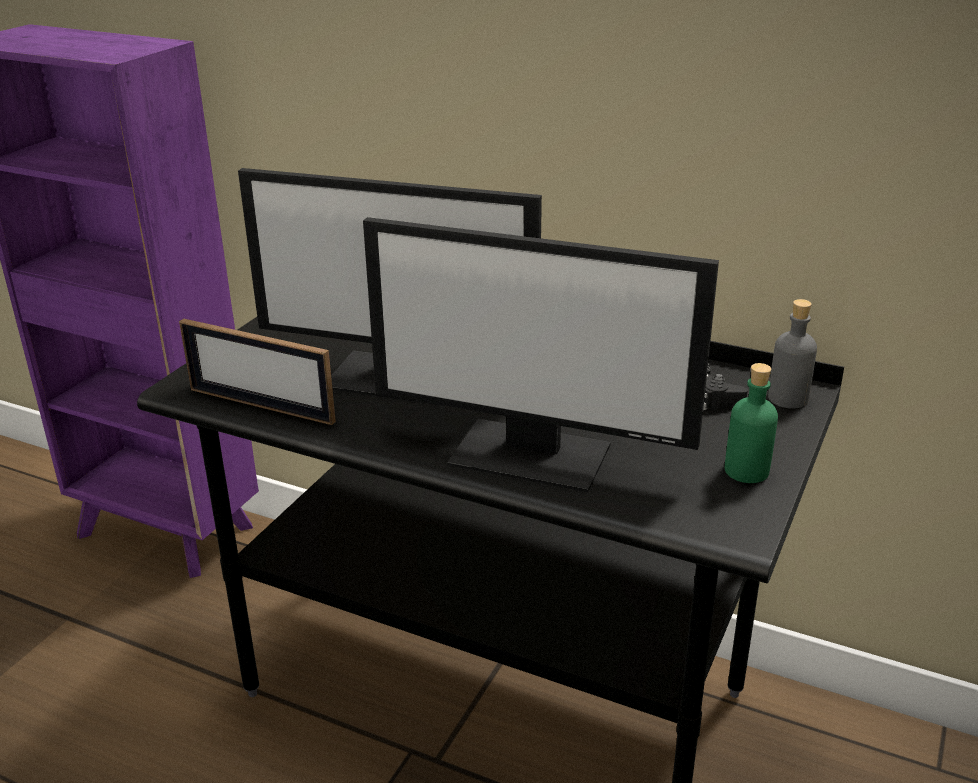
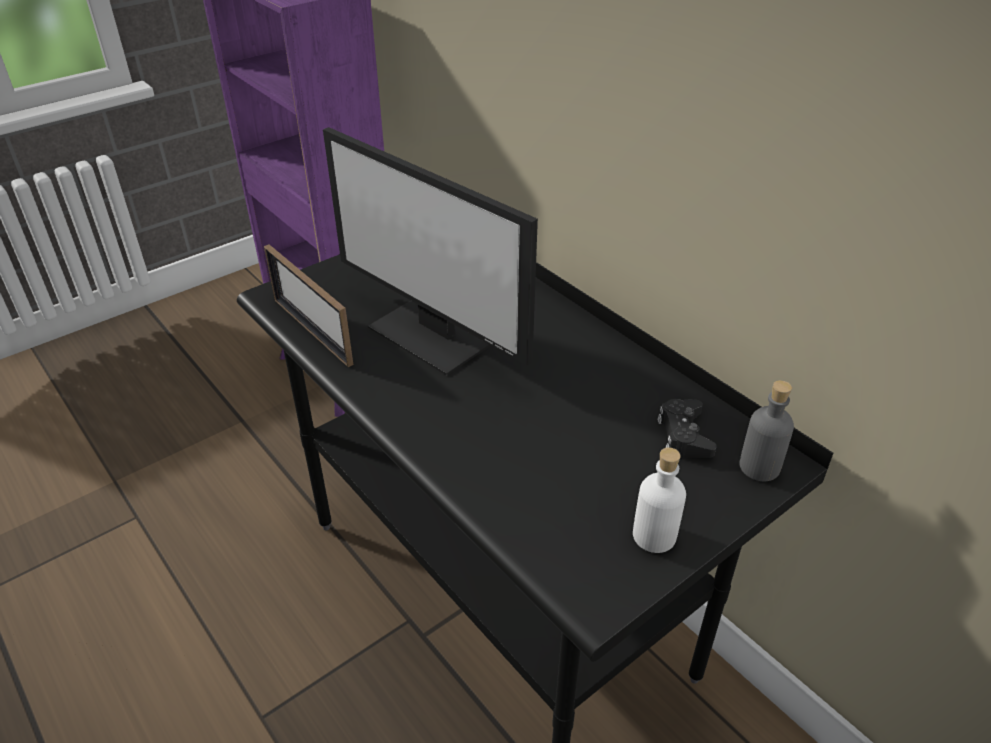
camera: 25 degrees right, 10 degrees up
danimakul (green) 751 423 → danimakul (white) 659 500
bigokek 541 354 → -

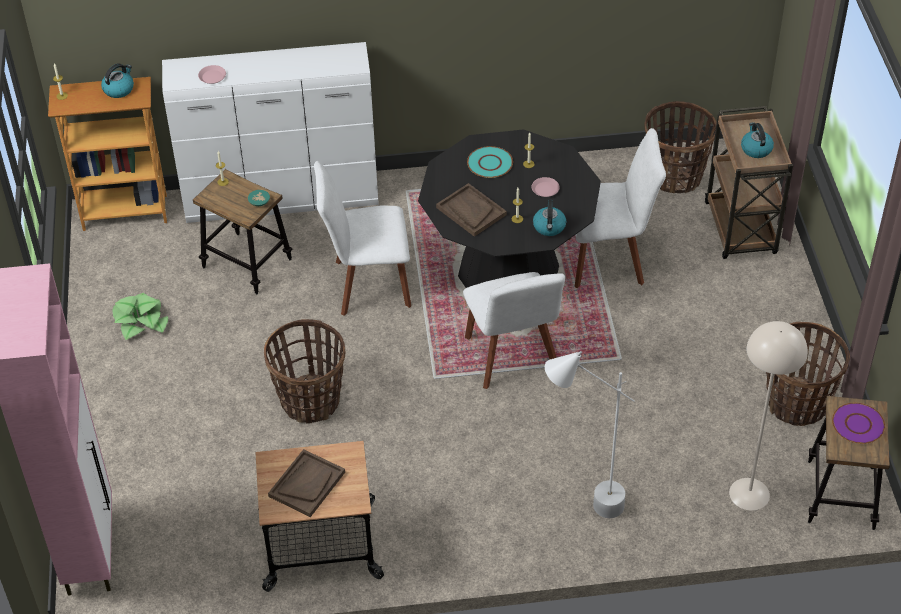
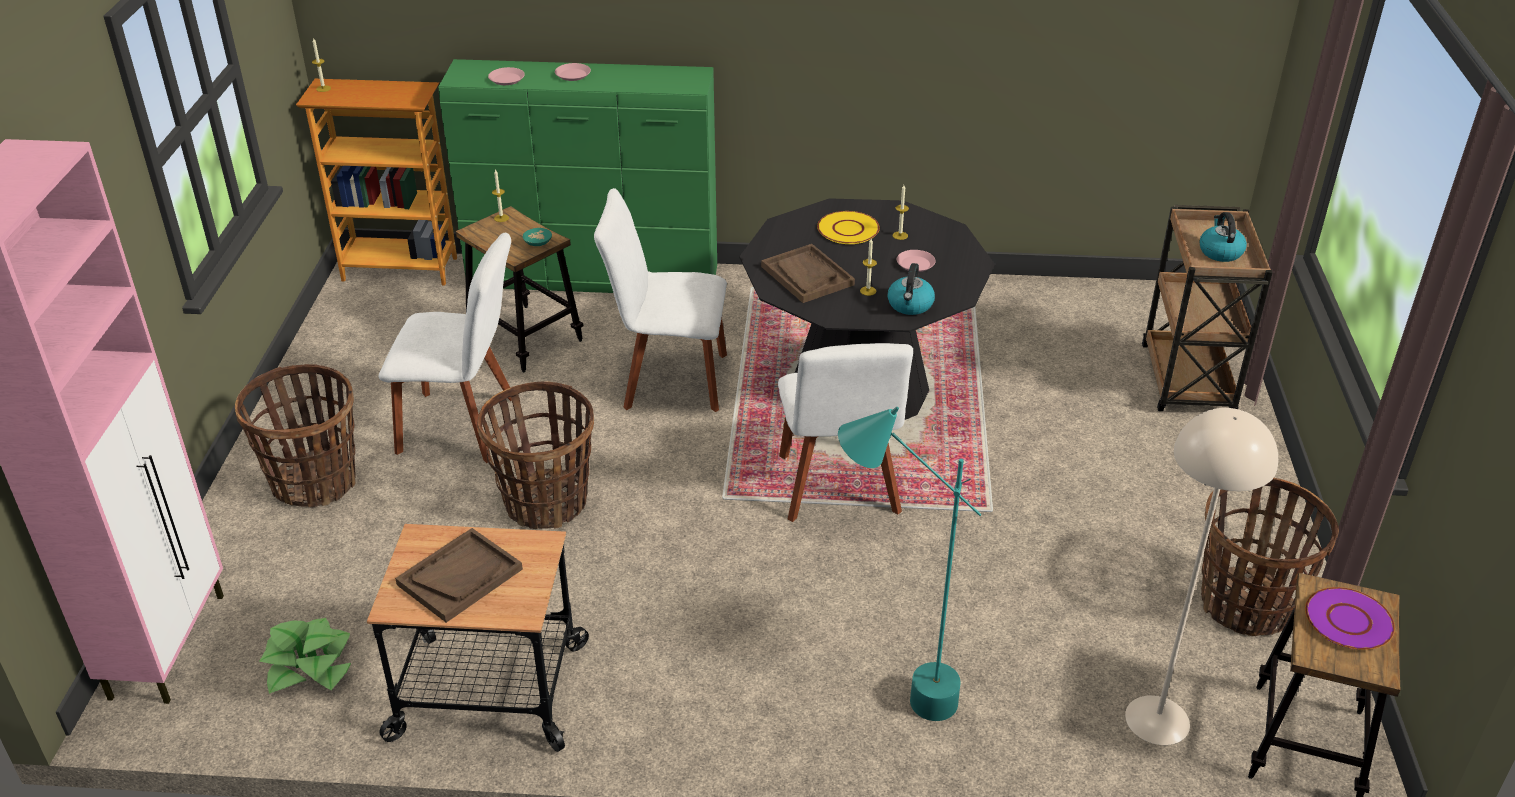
camera: 10 degrees right, 10 degrees down
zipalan 680 147 → zipalan 295 436, shifted
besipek 140 316 → besipek 305 656, shifted
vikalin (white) 617 208 → vikalin (white) 445 348, shifted
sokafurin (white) 270 132 → sokafurin (green) 577 176
- → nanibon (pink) 573 72
nanibon (turquoise) 490 162 → nanibon (yellow) 848 227
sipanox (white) 590 434 → sipanox (turquoise) 910 564
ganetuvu 117 80 → -

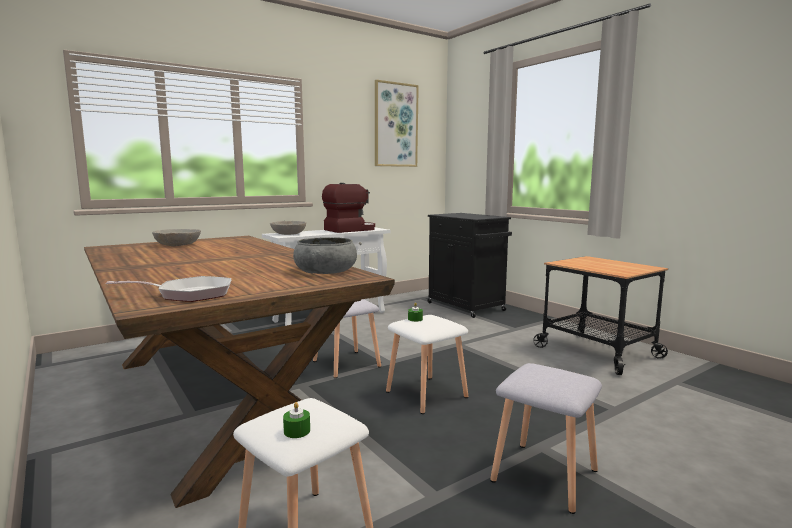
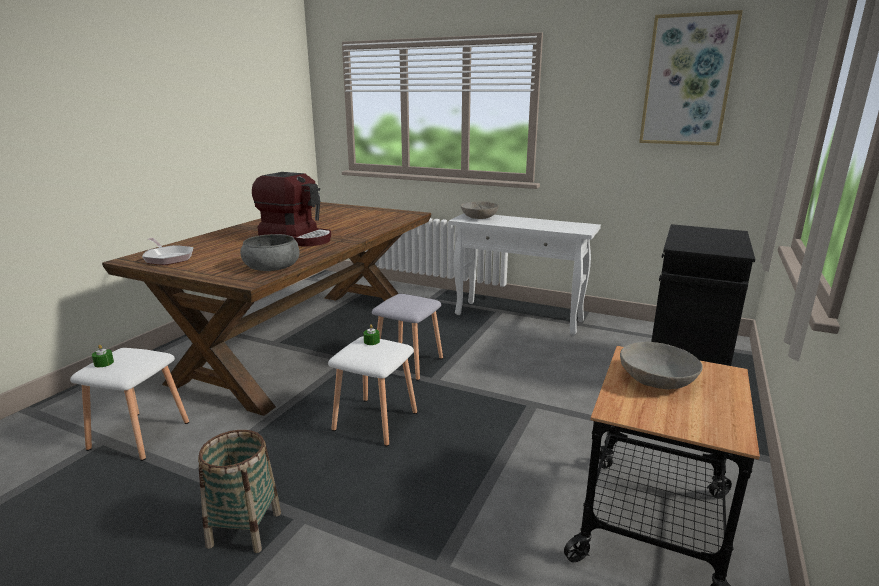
camera: 60 degrees right, 10 degrees up
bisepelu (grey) 546 438 → zipalan 239 491
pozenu 348 208 → pozenu 291 209, shifted
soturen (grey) 176 237 → soturen (grey) 661 365, shifted

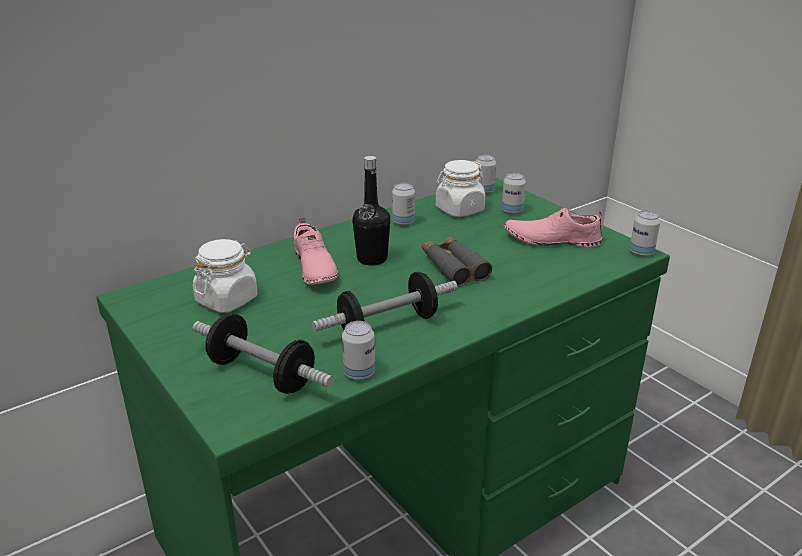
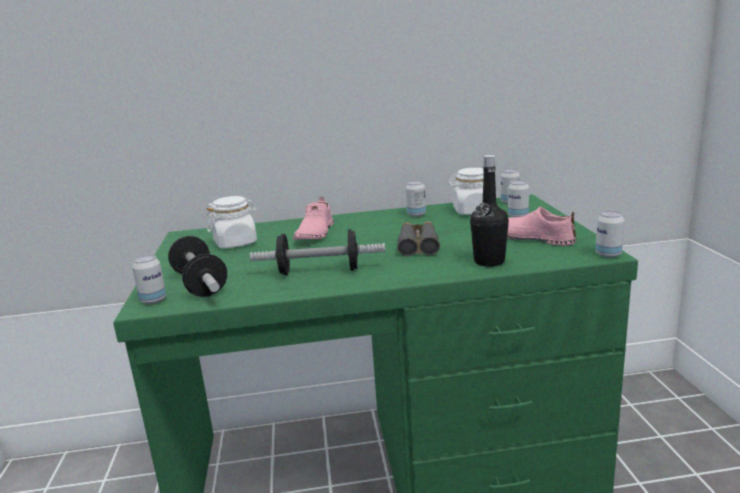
camera: 30 degrees right, 10 degrees down
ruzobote 358 350 → ruzobote 149 279, shifted
danimakul (black) 371 211 → danimakul (black) 489 211, shifted

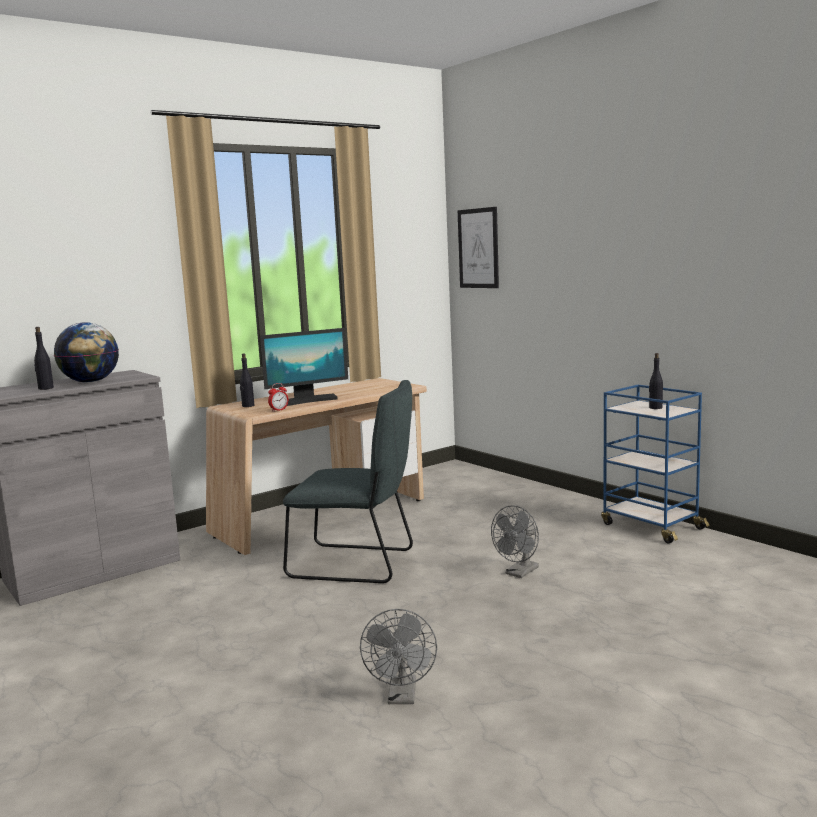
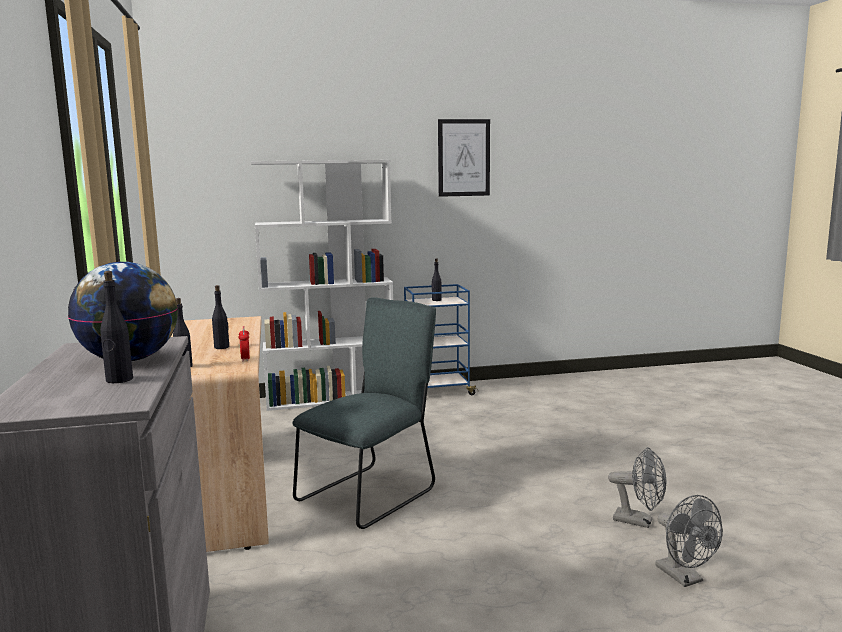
camera: 65 degrees left, 0 degrees up
bigokek 304 367 → danimakul (black) 220 317
- → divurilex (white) 322 285
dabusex 478 247 → dabusex 464 158, shifted
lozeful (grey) 515 541 → lozeful (grey) 689 541, shifted

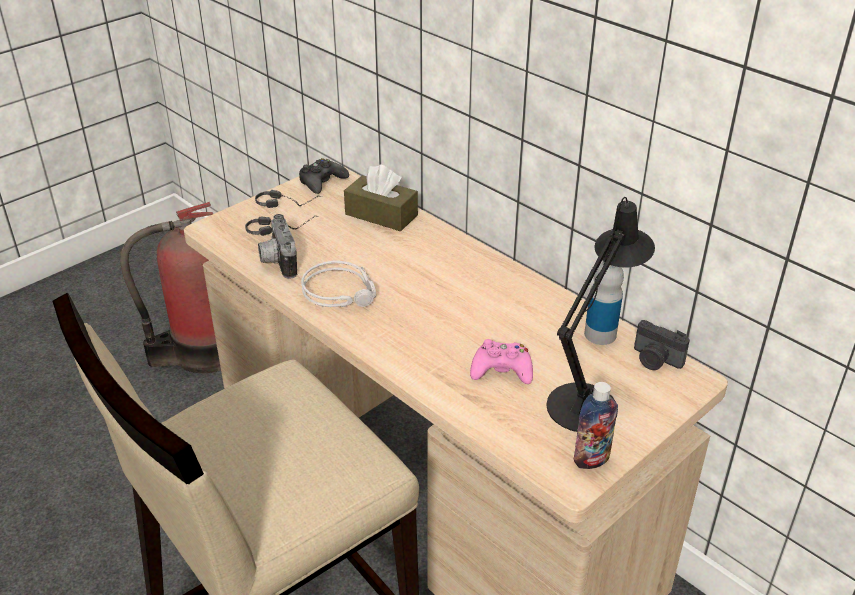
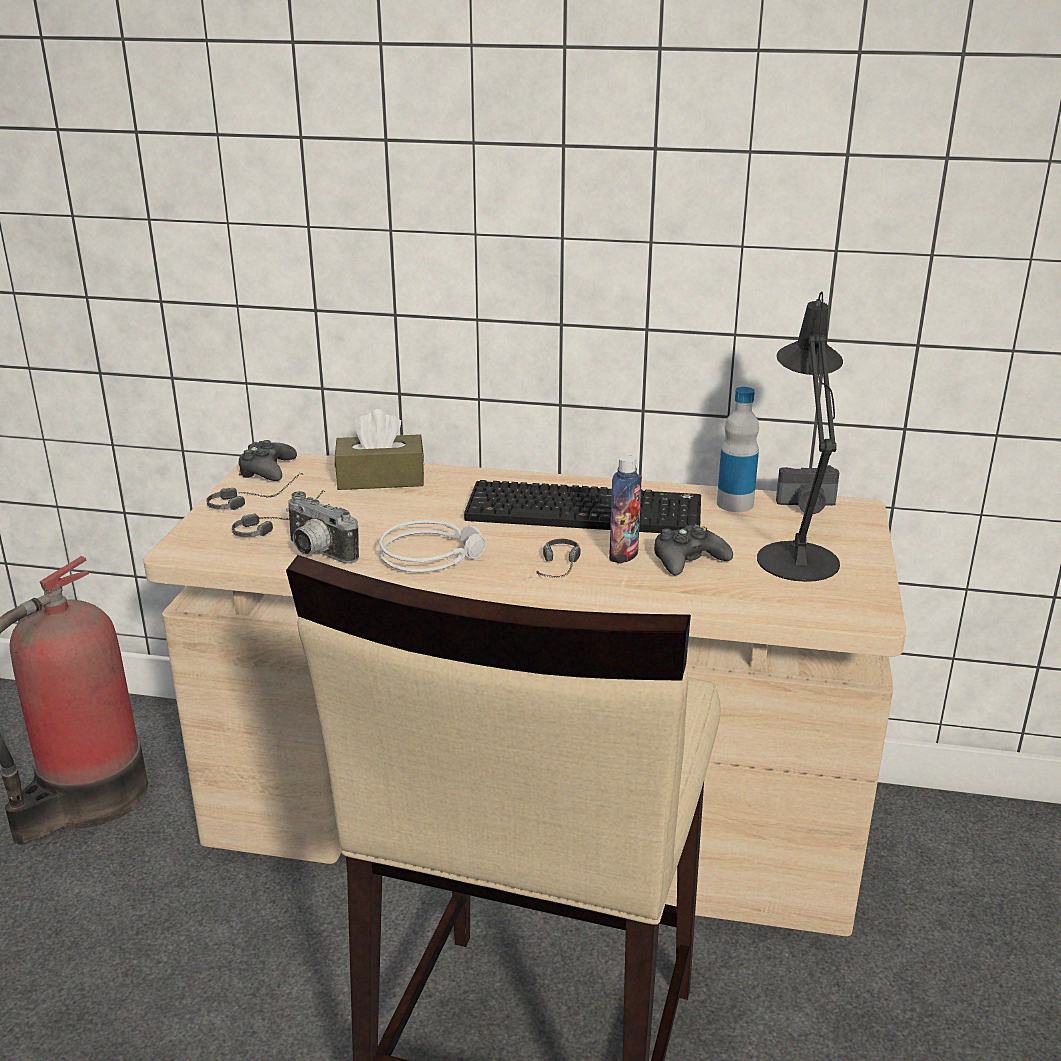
camera: 35 degrees left, 10 degrees down
- → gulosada 582 506
- → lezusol 558 558
danimakul 596 425 → danimakul 625 509, shifted
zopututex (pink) 501 361 → zopututex (black) 693 550

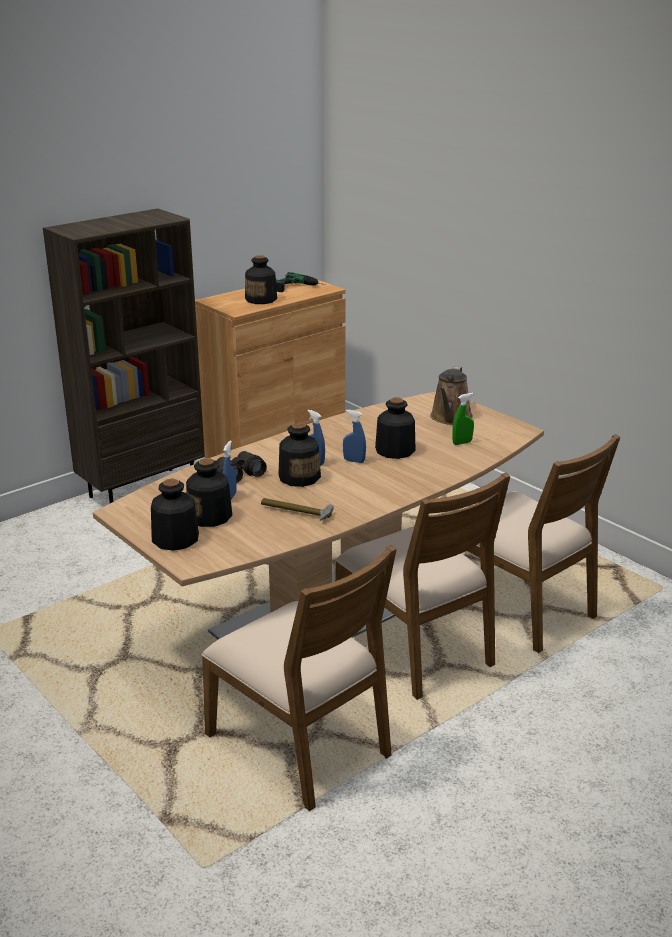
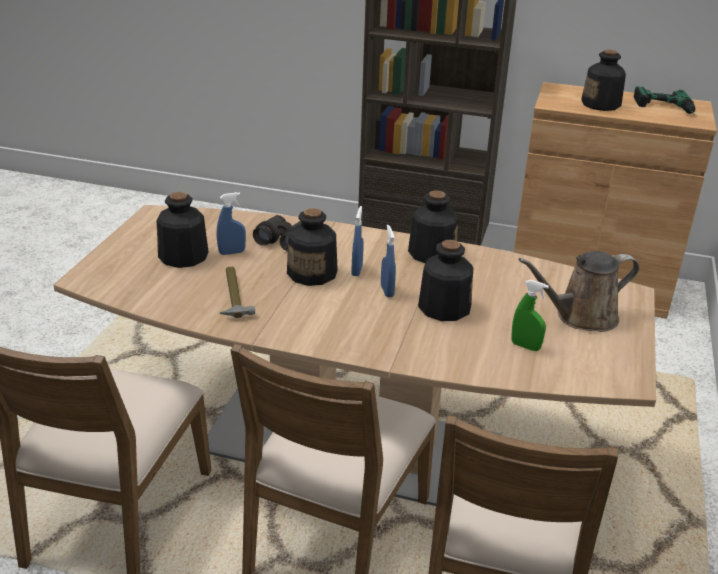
camera: 55 degrees right, 5 degrees up
danimakul 175 515 → danimakul 433 227, shifted

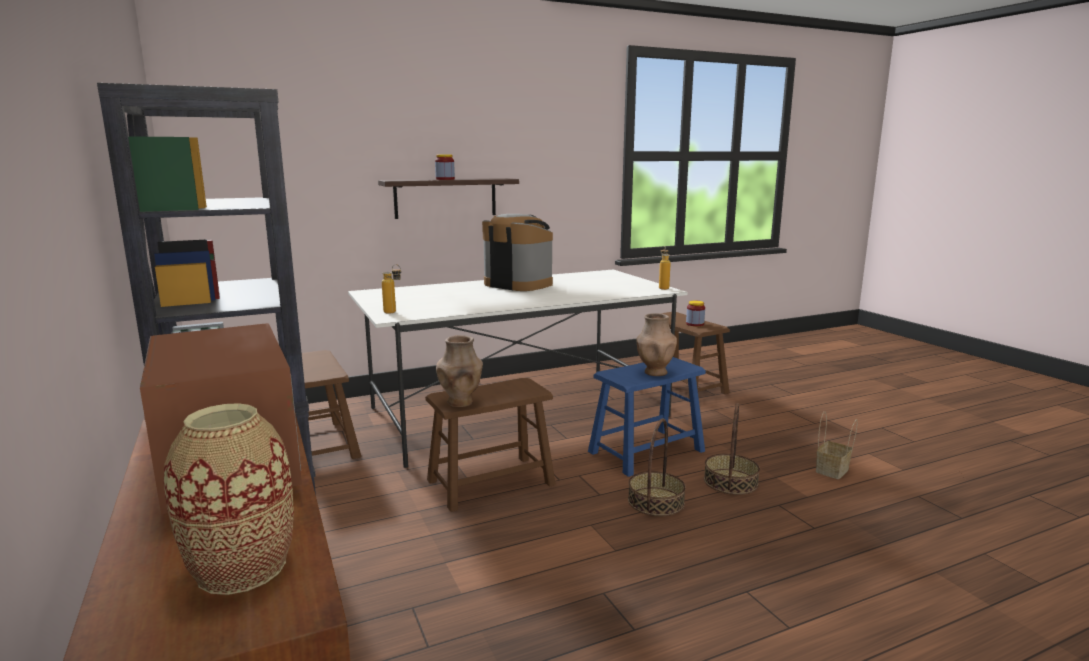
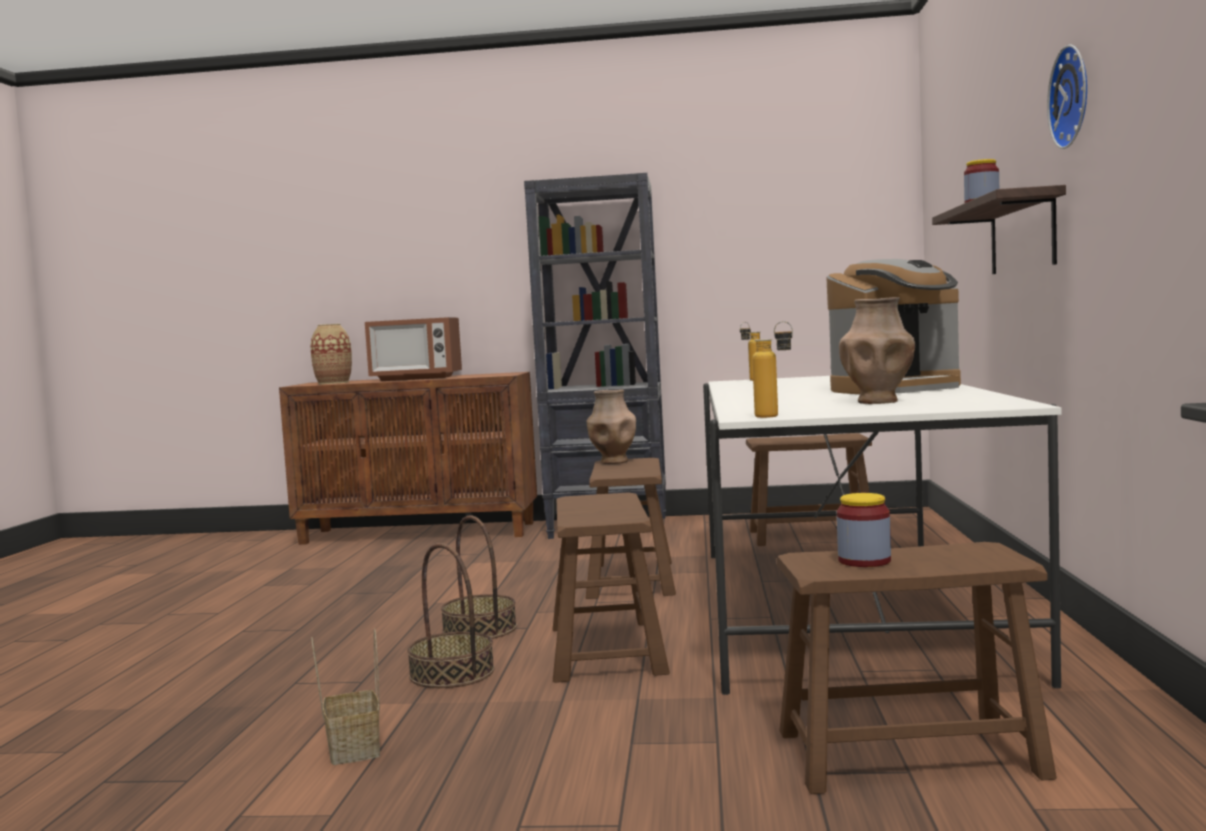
camera: 120 degrees right, 10 degrees down
bisepelu (blue) 647 417 → bisepelu (brown) 611 587
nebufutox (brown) 656 344 → nebufutox (brown) 877 350, shifted
- → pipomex 1067 96

